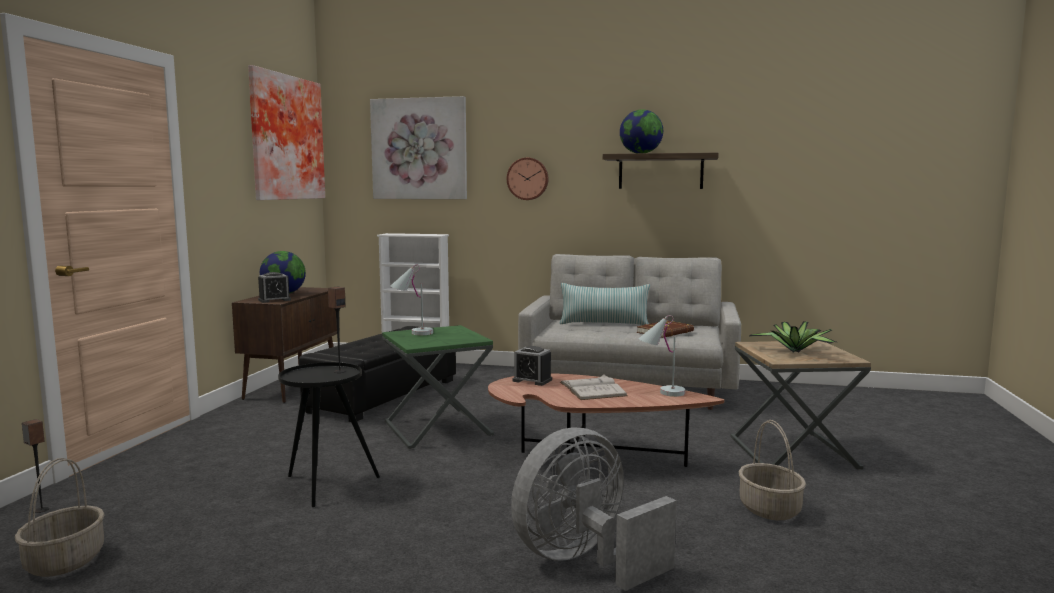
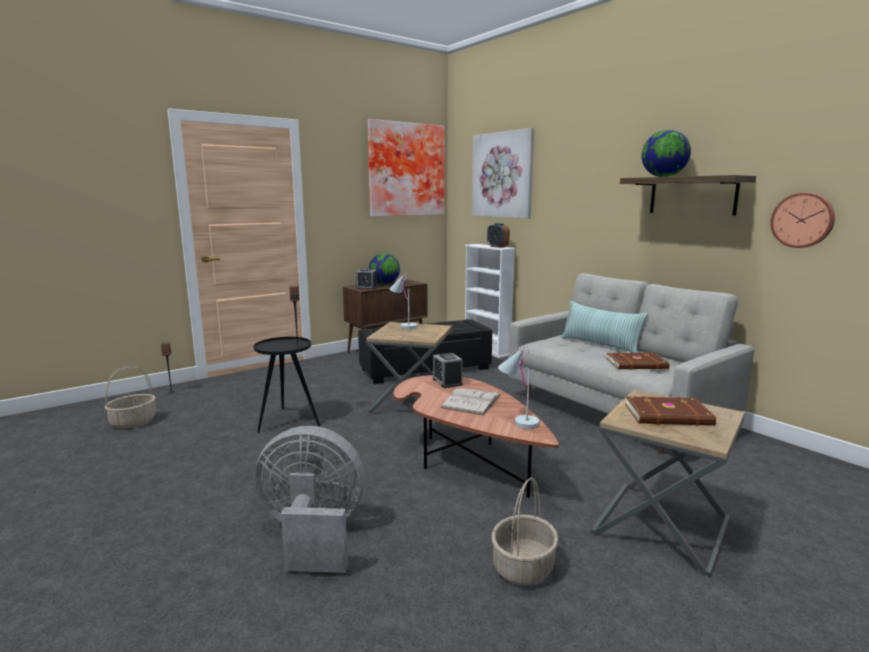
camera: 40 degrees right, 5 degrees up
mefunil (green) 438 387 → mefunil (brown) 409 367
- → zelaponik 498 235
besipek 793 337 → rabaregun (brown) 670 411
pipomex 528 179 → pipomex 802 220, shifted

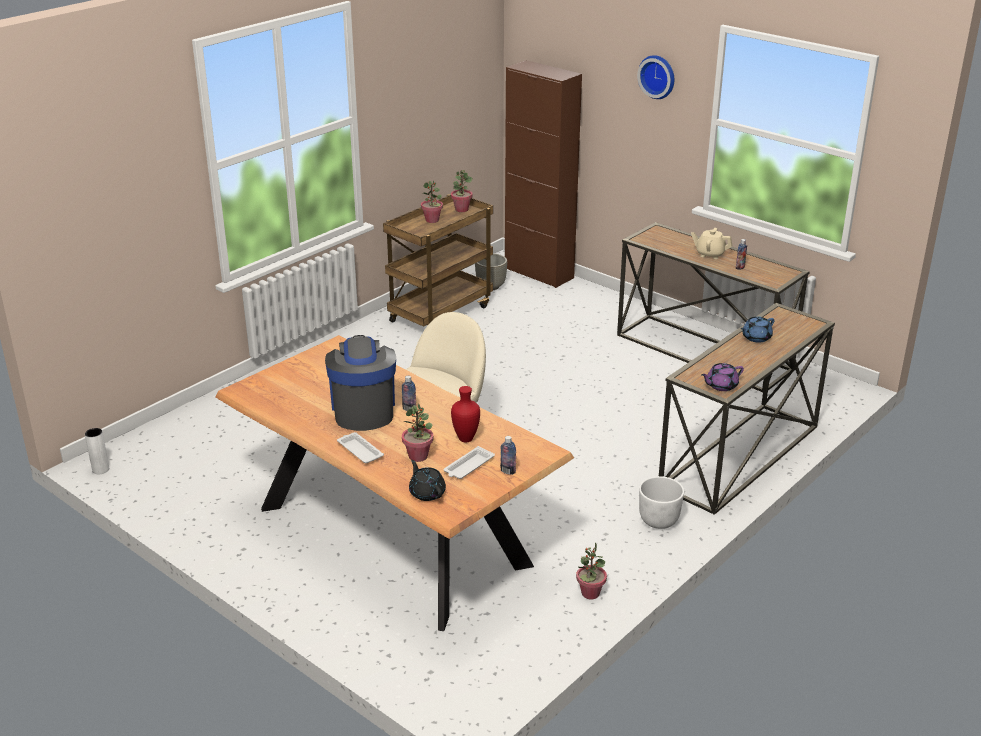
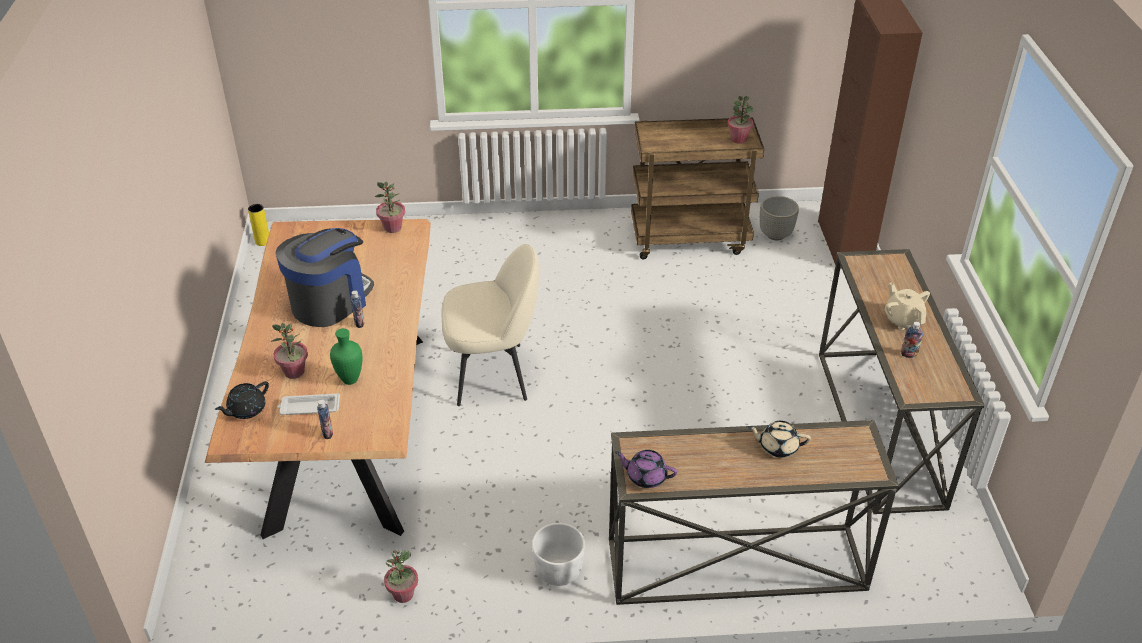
camera: 45 degrees right, 10 degrees up
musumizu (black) 427 480 → musumizu (black) 242 400, 150 degrees counterclockwise
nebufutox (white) 97 451 → nebufutox (yellow) 258 225
nebufutox (red) 465 414 → nebufutox (green) 346 356
besipek 432 202 → besipek 390 207, shifted
musumizu (blue) 758 329 → musumizu (beige) 779 439
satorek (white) 360 447 → -
pipomex 655 77 → -

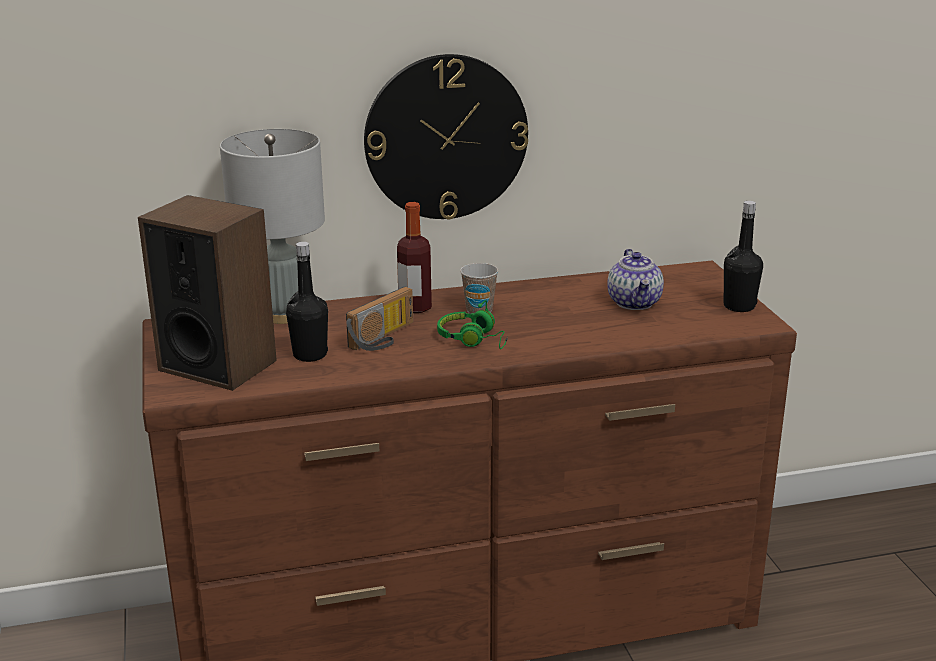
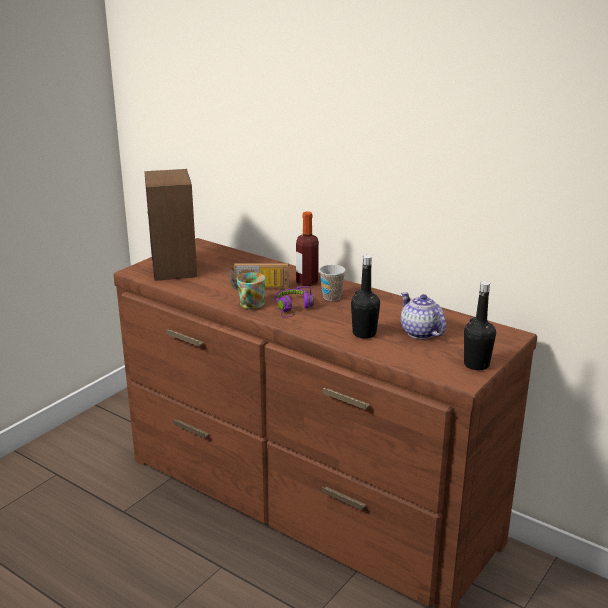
camera: 50 degrees right, 0 degrees up
- → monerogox 251 290
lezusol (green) 472 324 → lezusol (purple) 294 302
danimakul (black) 307 302 → danimakul (black) 365 297, shifted
musumizu 635 279 → musumizu 423 315, 105 degrees clockwise
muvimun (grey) 272 226 → -
pipomex 446 136 → -

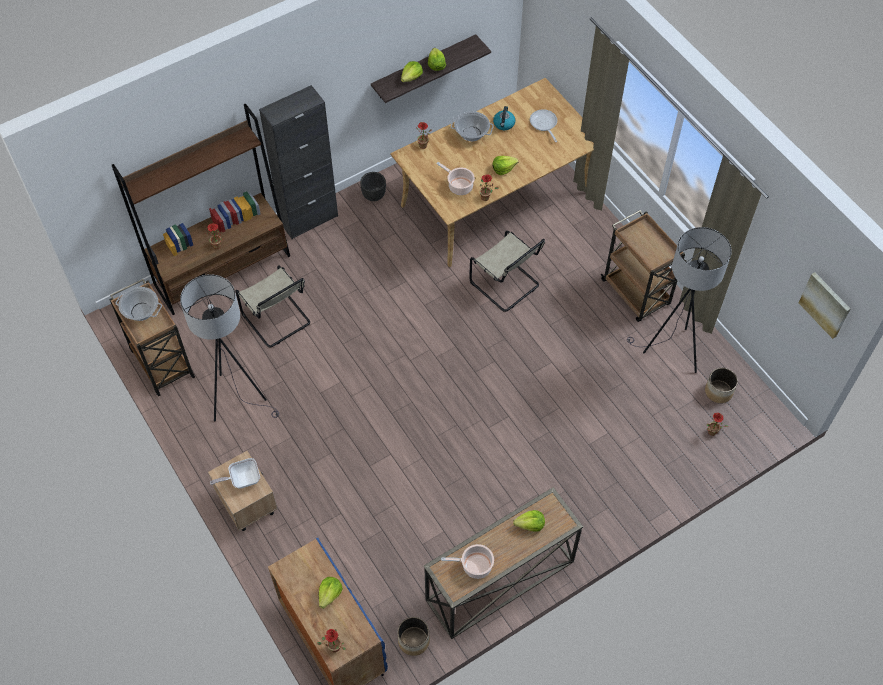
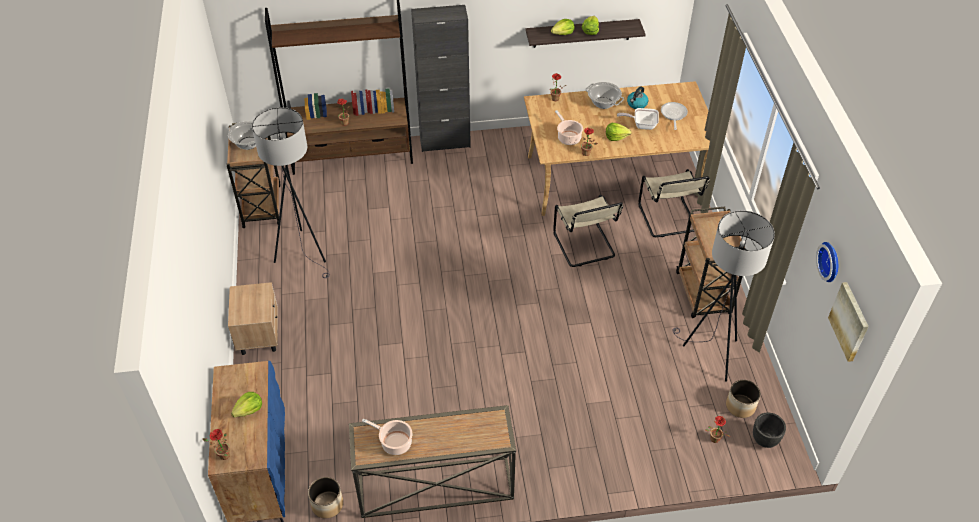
camera: 25 degrees right, 10 degrees down
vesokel 235 473 → vesokel 638 119, shifted
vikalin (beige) 272 306 → vikalin (beige) 674 203, shifted
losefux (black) 373 186 → losefux (black) 769 430, shifted
- → pipomex 827 262
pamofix 529 521 → -

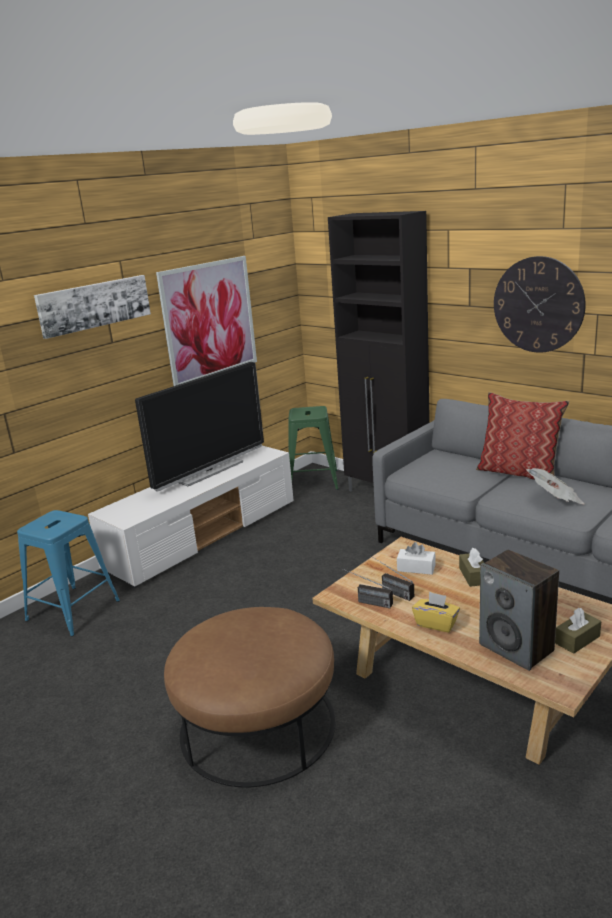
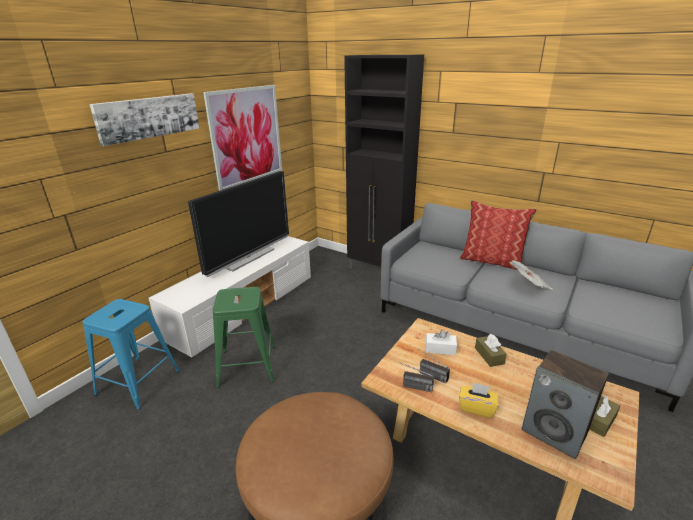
camera: 10 degrees left, 5 degrees up
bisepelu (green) 313 448 → bisepelu (green) 243 337, shifted
pipomex 540 304 → -

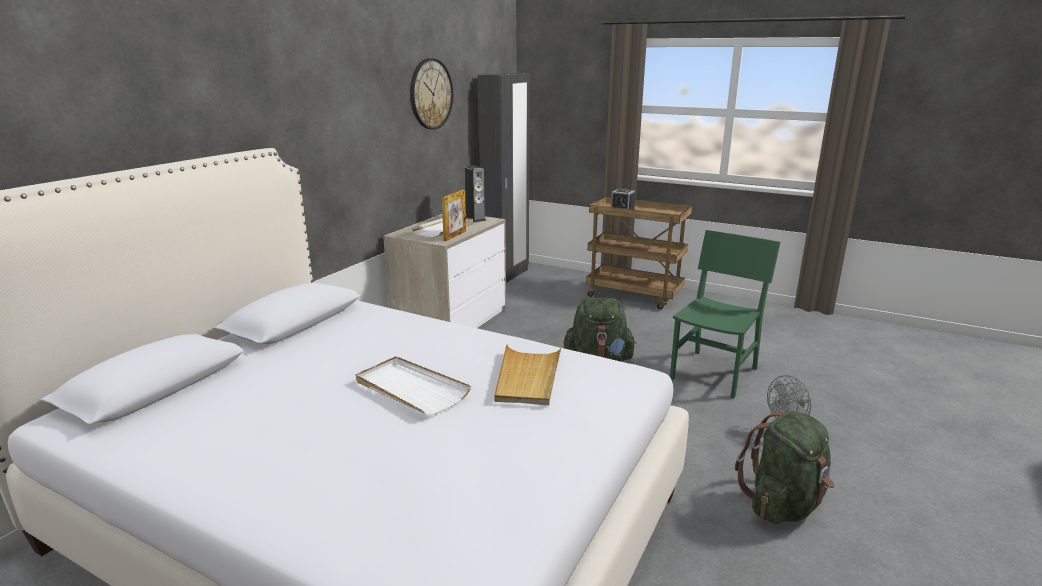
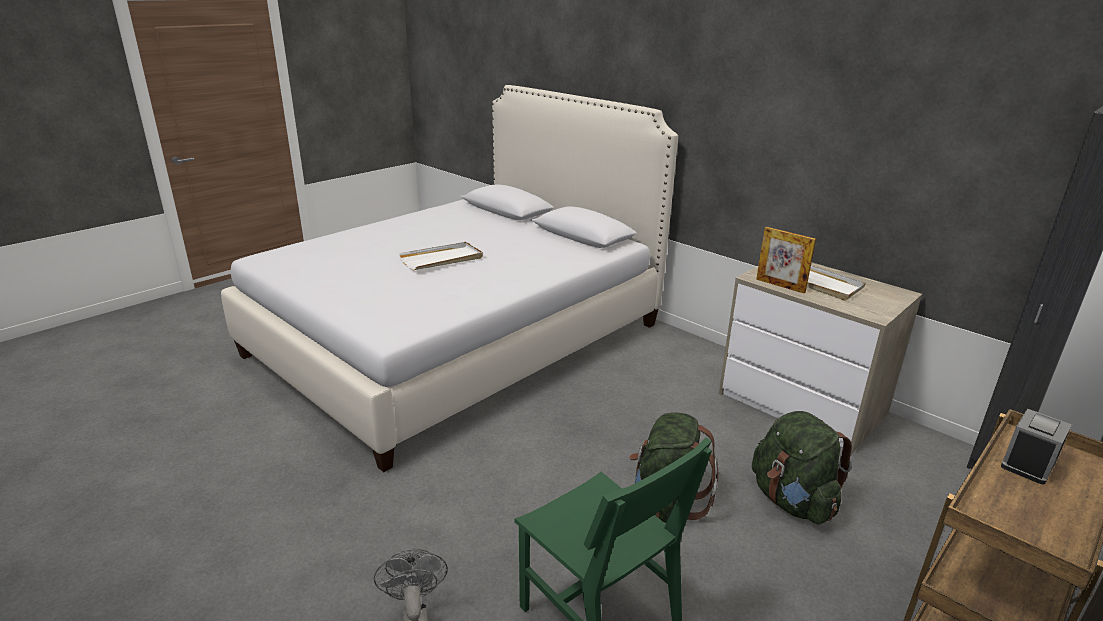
camera: 105 degrees right, 5 degrees up
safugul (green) 785 467 → safugul (green) 802 468, shifted
pipomex 431 93 → -
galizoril 475 193 → -
satorek (beige) 527 374 → -

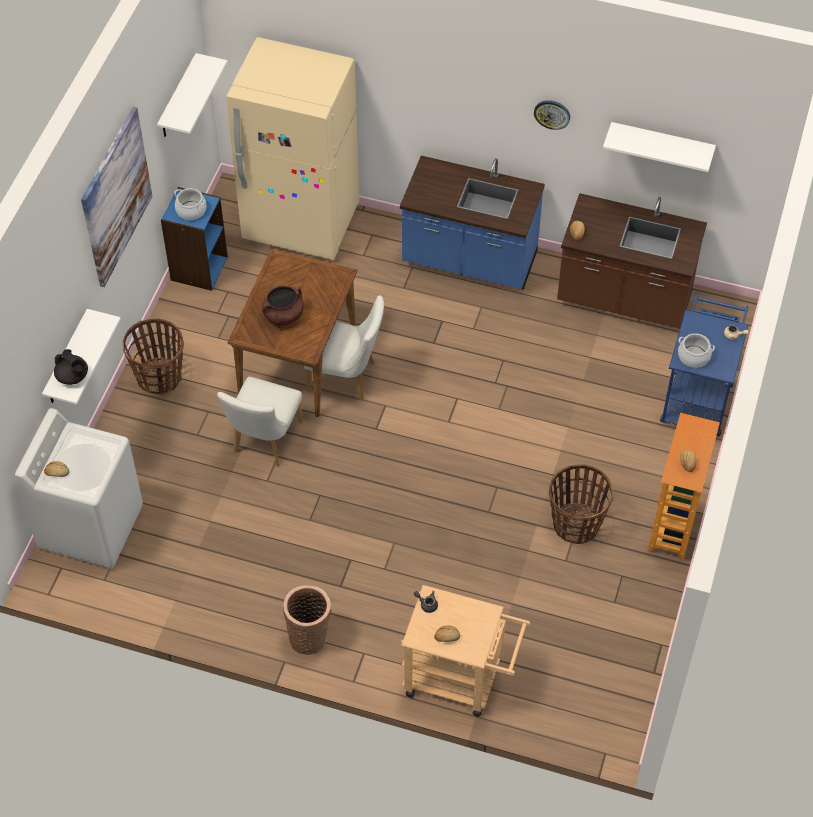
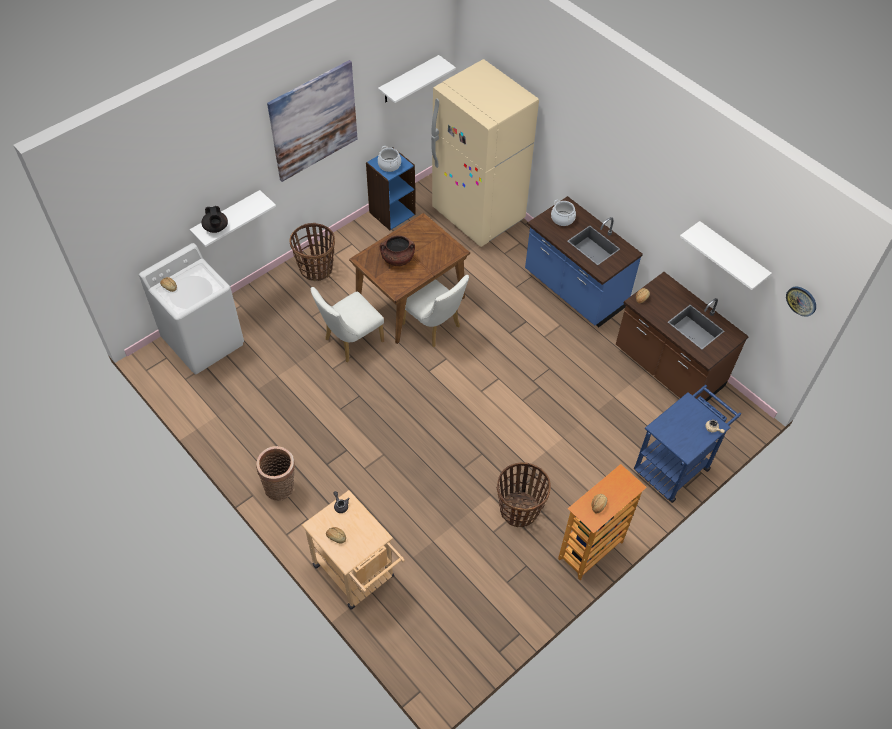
camera: 30 degrees right, 0 degrees up
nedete 696 350 → nedete 563 212, shifted
pipomex 552 115 → pipomex 801 301, shifted

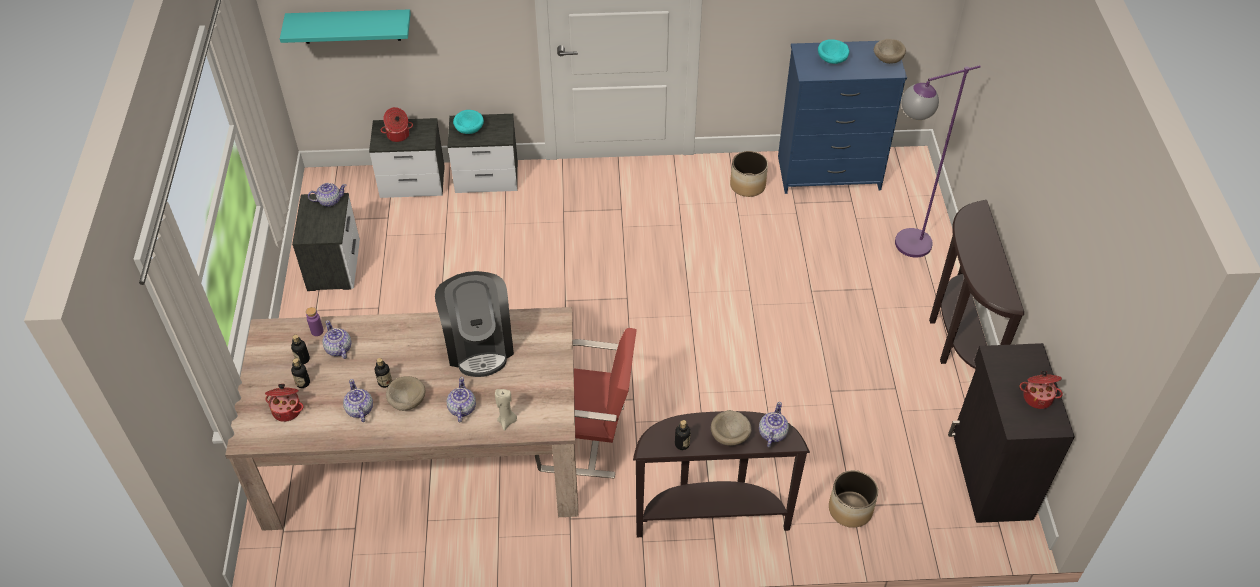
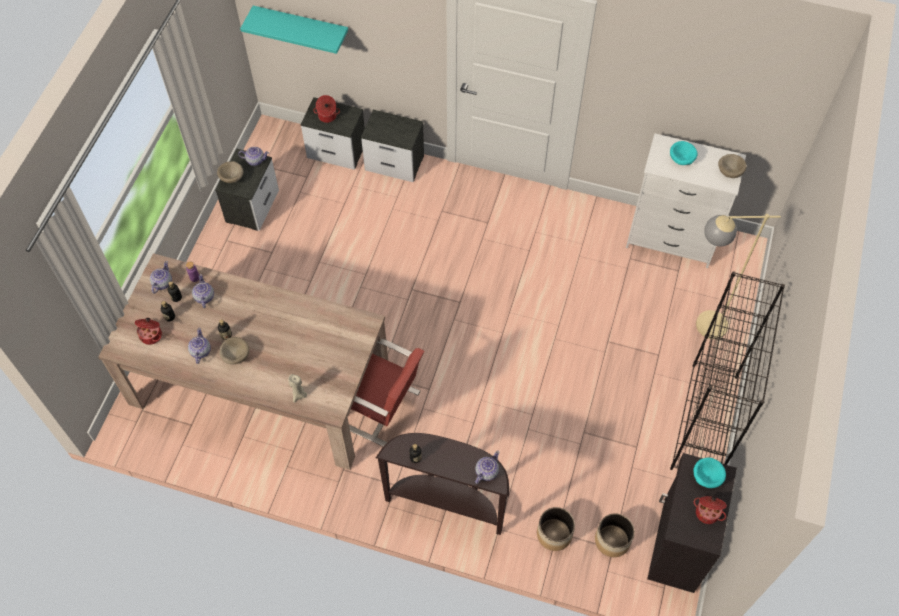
camera: 20 degrees right, 10 degrees up
musumizu 461 399 → musumizu 161 277, shifted
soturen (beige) 731 428 → soturen (beige) 230 172, shifted
losefux 749 174 → losefux 615 535, shifted
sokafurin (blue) 842 117 → sokafurin (white) 686 201
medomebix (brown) 976 284 → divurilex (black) 727 371
soturen (turquoise) 468 122 → soturen (turquoise) 709 473, shifted
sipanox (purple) 938 161 → sipanox (beige) 738 276
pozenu 474 324 → -

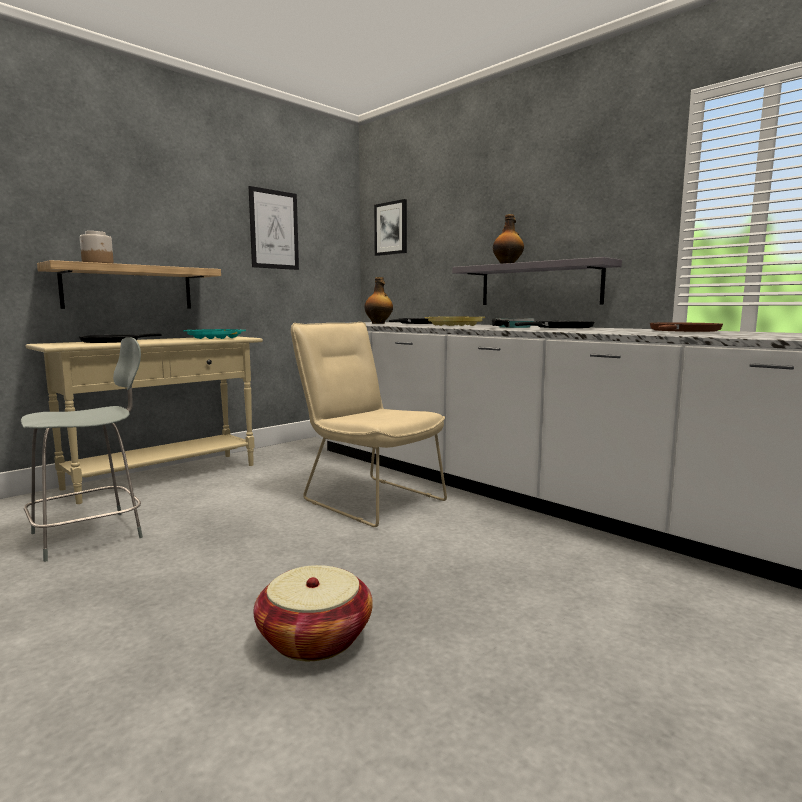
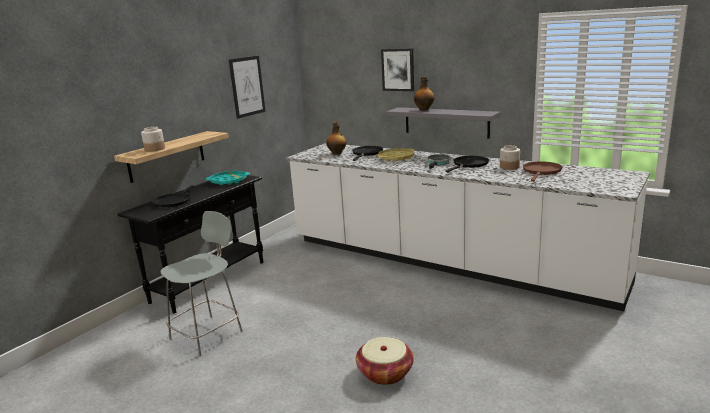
camera: 10 degrees left, 10 degrees up
medomebix (beige) 144 420 → medomebix (black) 190 244
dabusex 390 227 → dabusex 397 69, shifted
- → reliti 510 157
vikalin (beige) 369 424 → -

